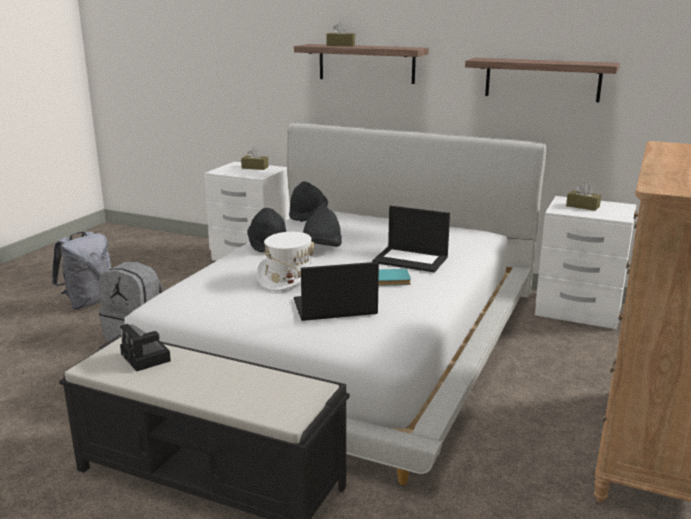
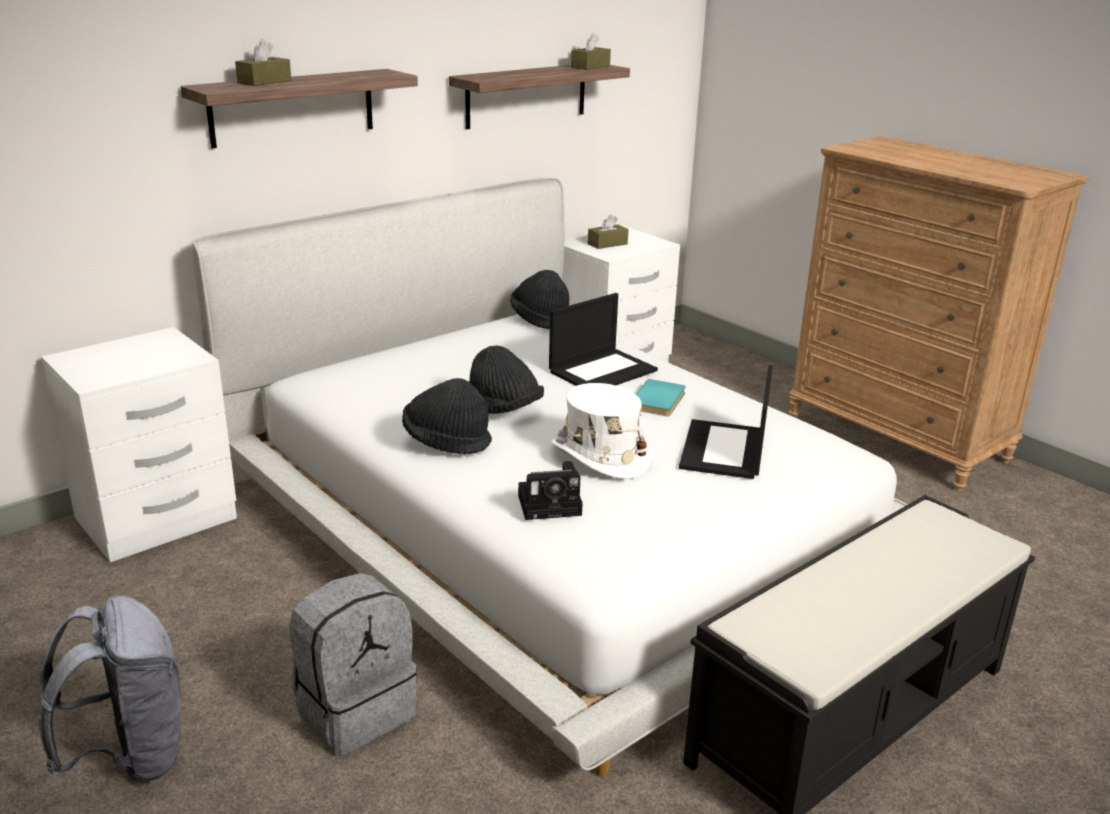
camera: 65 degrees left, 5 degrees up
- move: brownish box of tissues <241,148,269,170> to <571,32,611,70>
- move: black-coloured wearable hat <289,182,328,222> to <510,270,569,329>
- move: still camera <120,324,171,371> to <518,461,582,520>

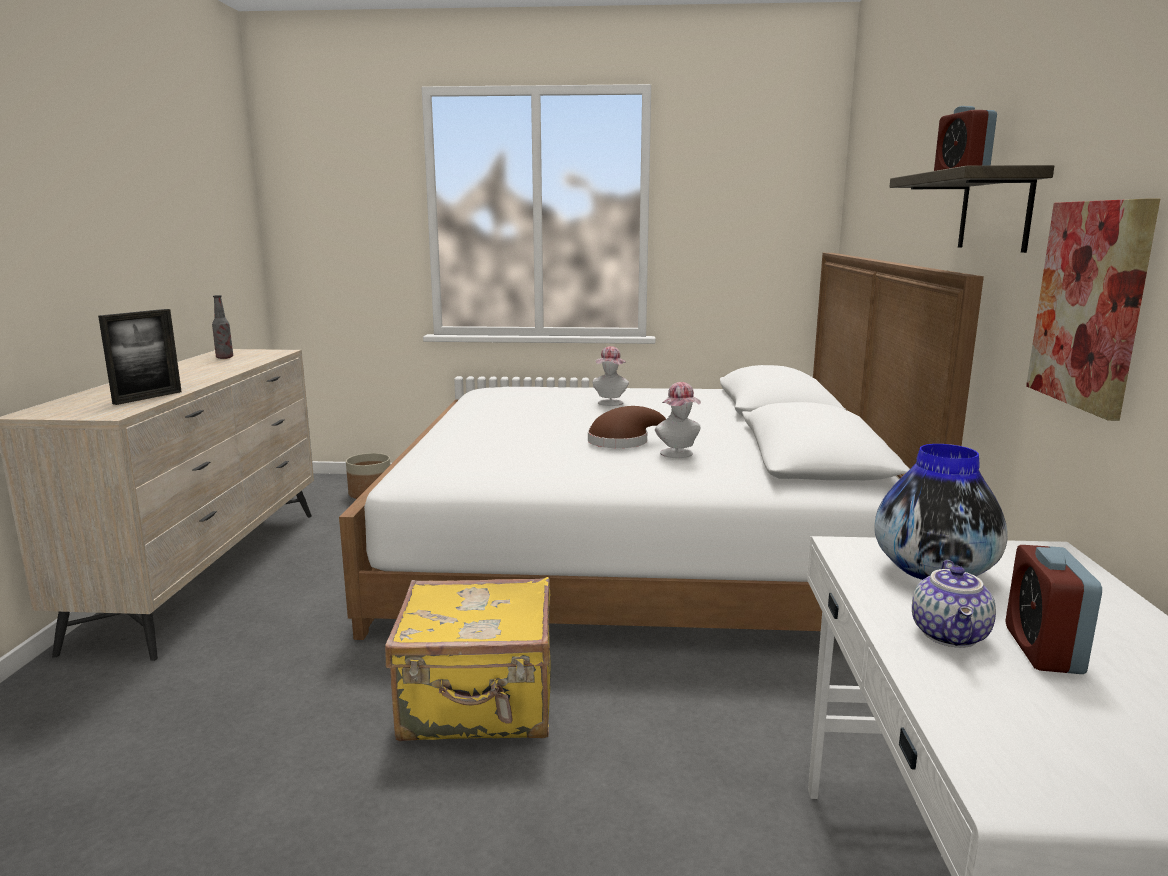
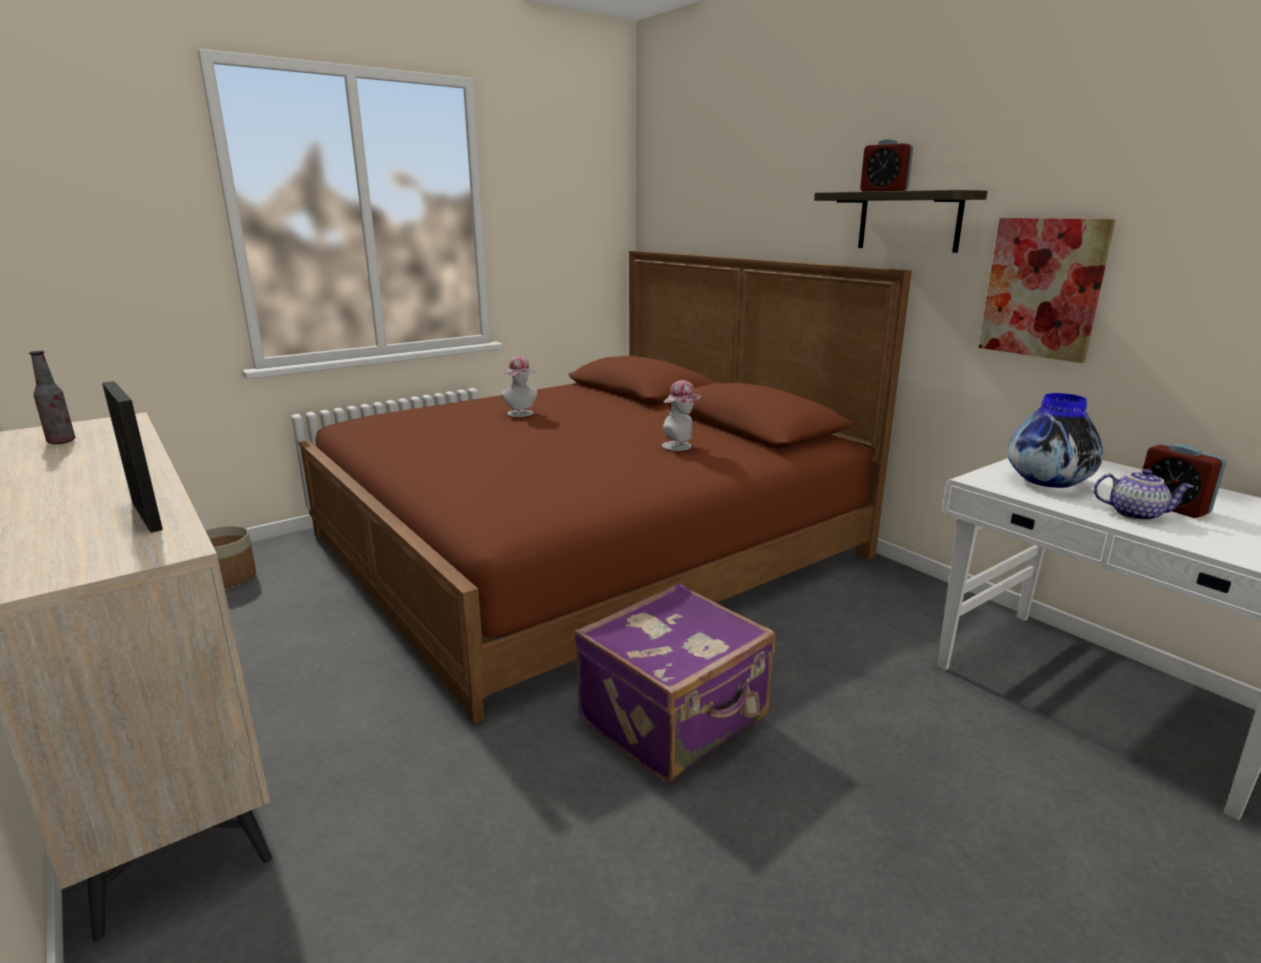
camera: 40 degrees left, 5 degrees up
- recolor: whitish sleeping bed <339,253,984,640> to brownish sleeping bed <298,251,912,724>
- rotate: picture frame <98,309,182,405> = <102,381,163,533> 150 degrees clockwise
- delete: brownish wearable hat <588,406,666,448>
- rotate: tea pot <912,560,996,648> = <1093,469,1194,521> 45 degrees counterclockwise
- recolor: yellow suitcase <385,577,551,742> to purplish suitcase <574,583,776,781>

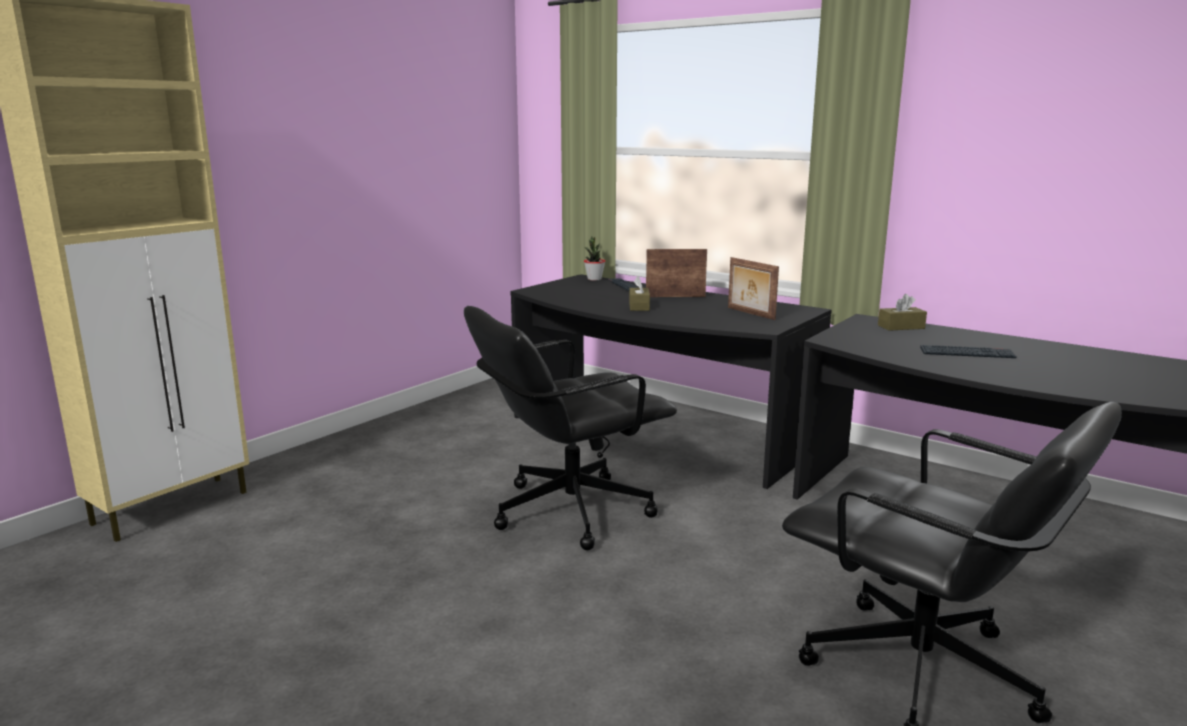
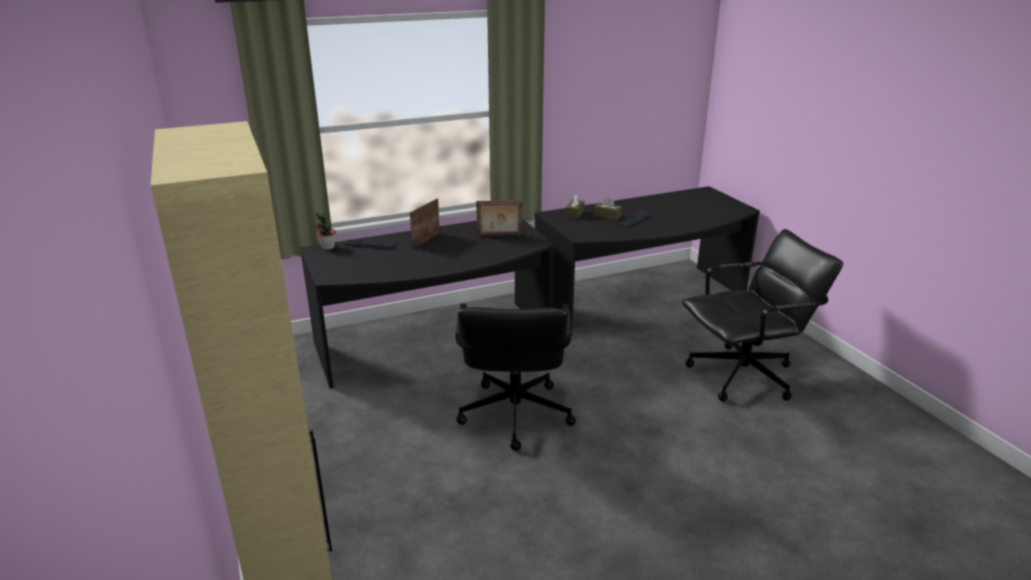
camera: 60 degrees left, 10 degrees up
- move: brownish box of tissues <629,276,650,311> to <594,197,622,220>

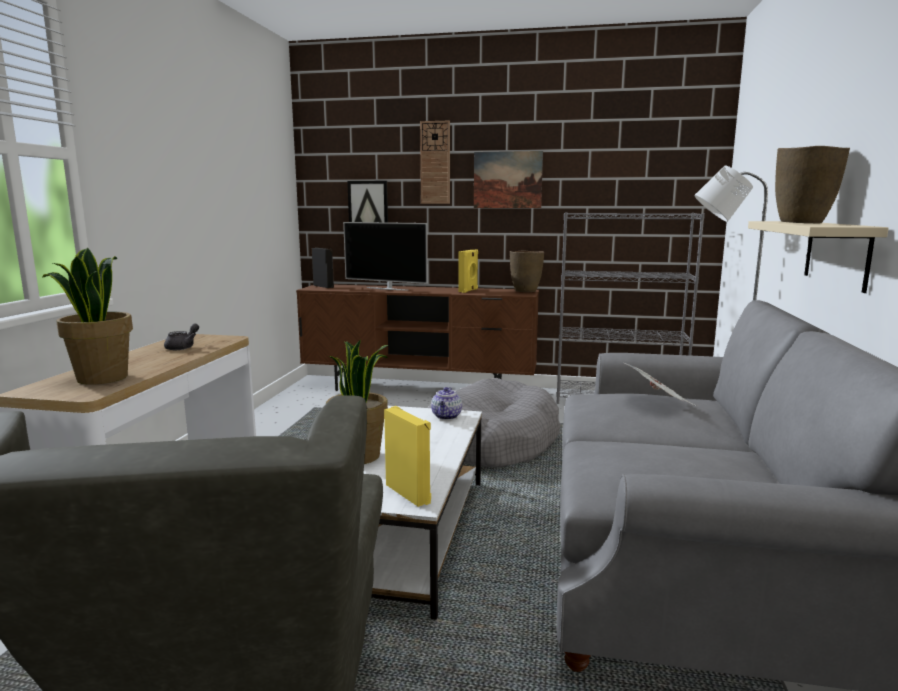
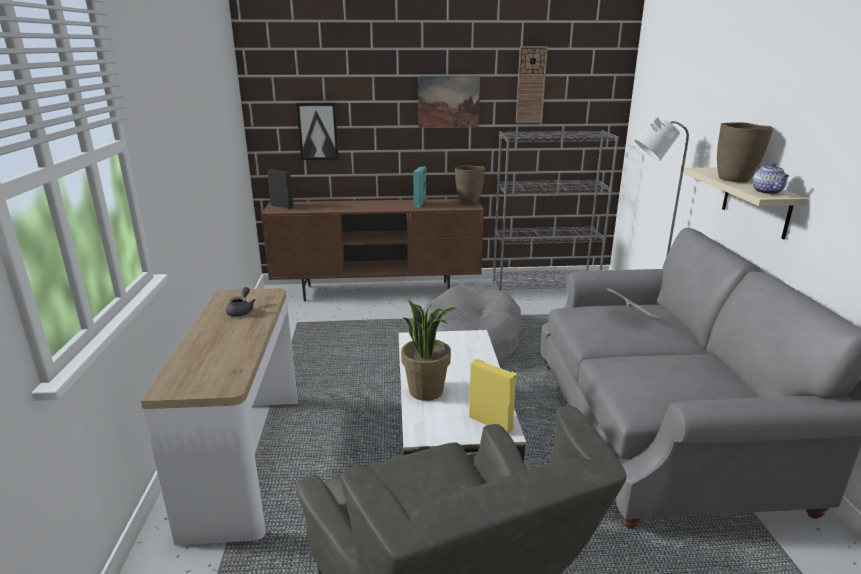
camera: 15 degrees left, 10 degrees up
- move: hanging clock <420,121,450,204> to <516,46,548,123>
- delete: television <343,222,428,291>
- delete: houseplant <42,247,133,385>
- recolor: yellow speaker <458,249,478,293> to turquoise speaker <413,166,427,208>
- move: tea pot <431,387,462,420> to <753,163,789,194>

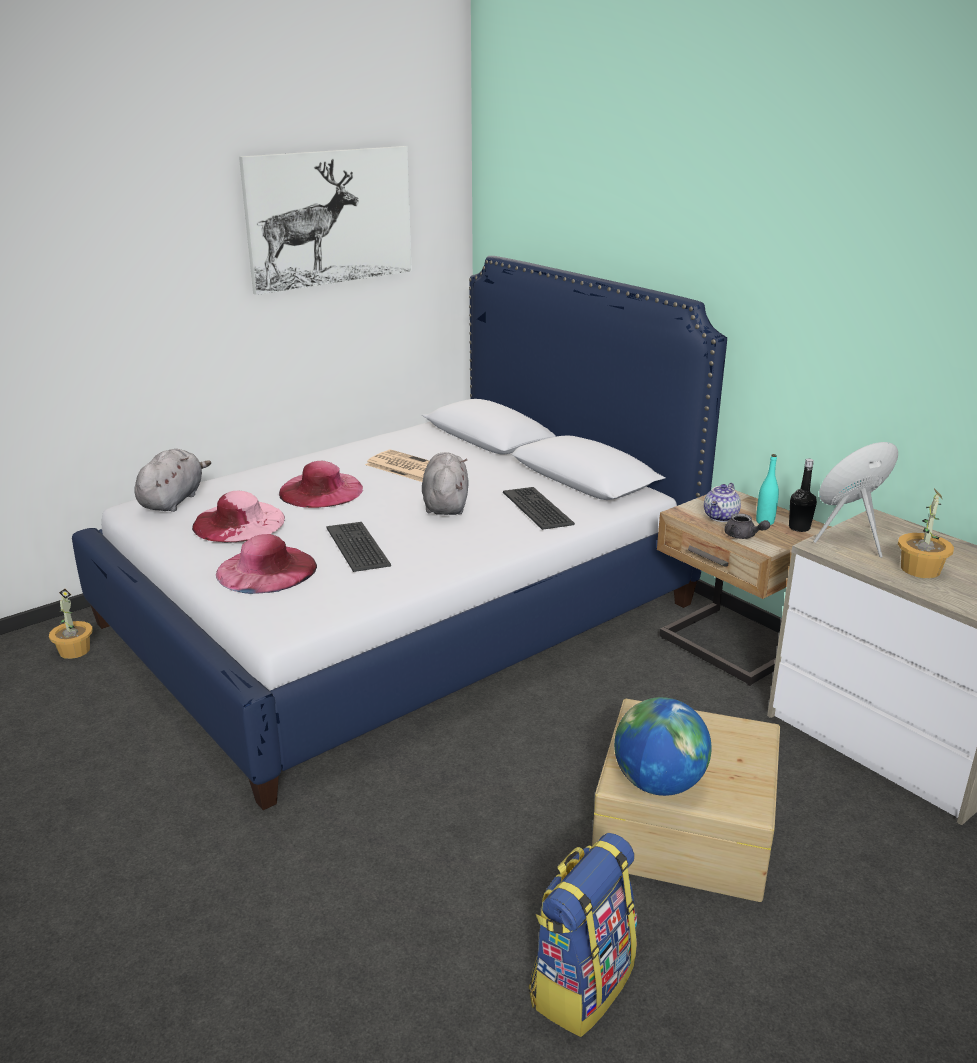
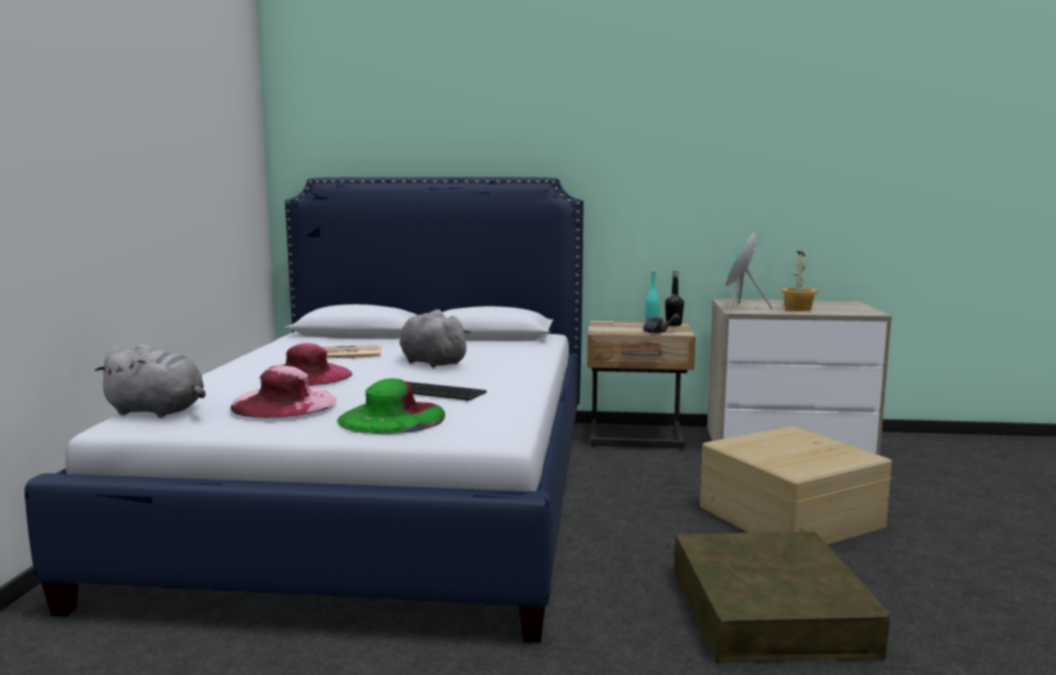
camera: 45 degrees left, 15 degrees down
- delete: picture <239,146,412,295>
- rotate: grey soft toy <134,449,211,512> = <94,344,206,418> 135 degrees clockwise
- delete: tea pot <704,483,741,522>
- delete: keyboard <503,487,575,530>
- recolor: pinkish wearable hat <216,534,317,594> to green wearable hat <337,378,445,434>
- delete: houseplant <49,589,93,659>
- delete: globe <614,697,712,796>
- delete: backpack <529,833,637,1037>
- insert: brownish storage container <674,532,890,663>

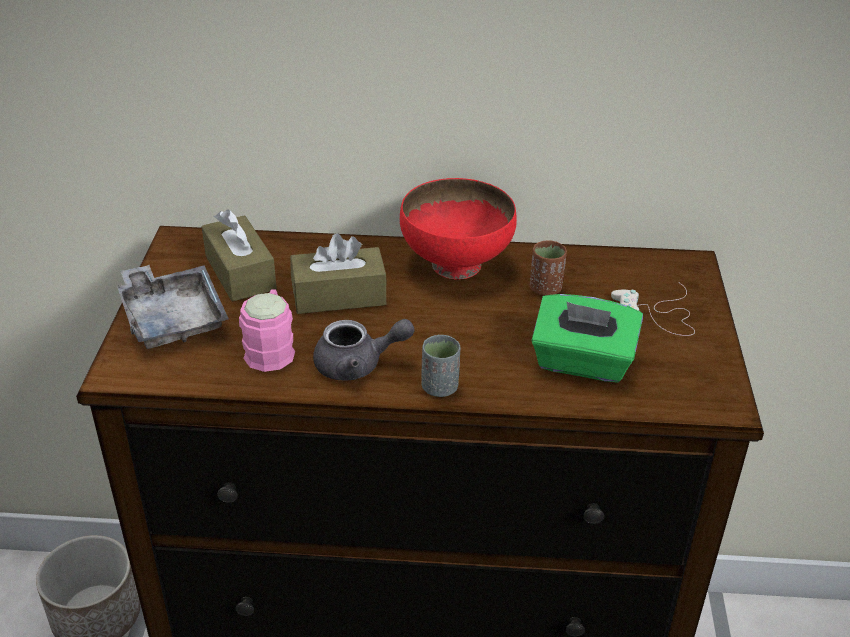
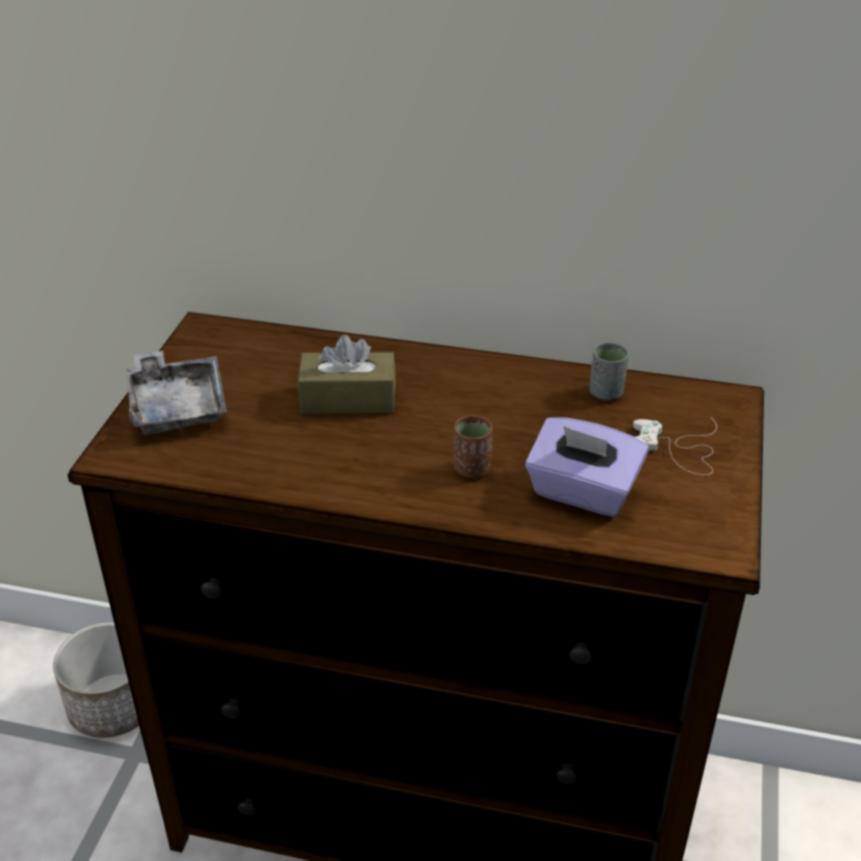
camera: 10 degrees right, 0 degrees up
- delete: reddish bowl <400,178,517,279>
- delete: brownish box of tissues <201,209,277,302>
- move: brownish cup <530,240,567,296> to <453,415,493,478>
- delete: pinkish tea mug <239,289,295,372>
- recolor: green box of tissues <531,294,643,383> to purplish box of tissues <525,417,649,517>
- delete: grey tea pot <313,319,415,381>
- move: grey cup <421,335,461,397> to <589,342,629,401>

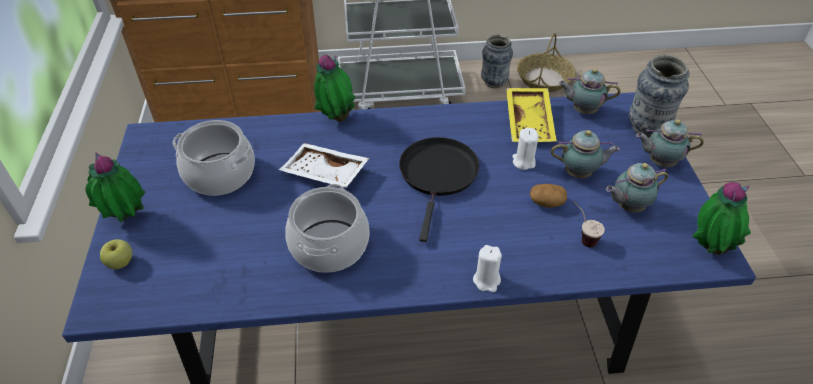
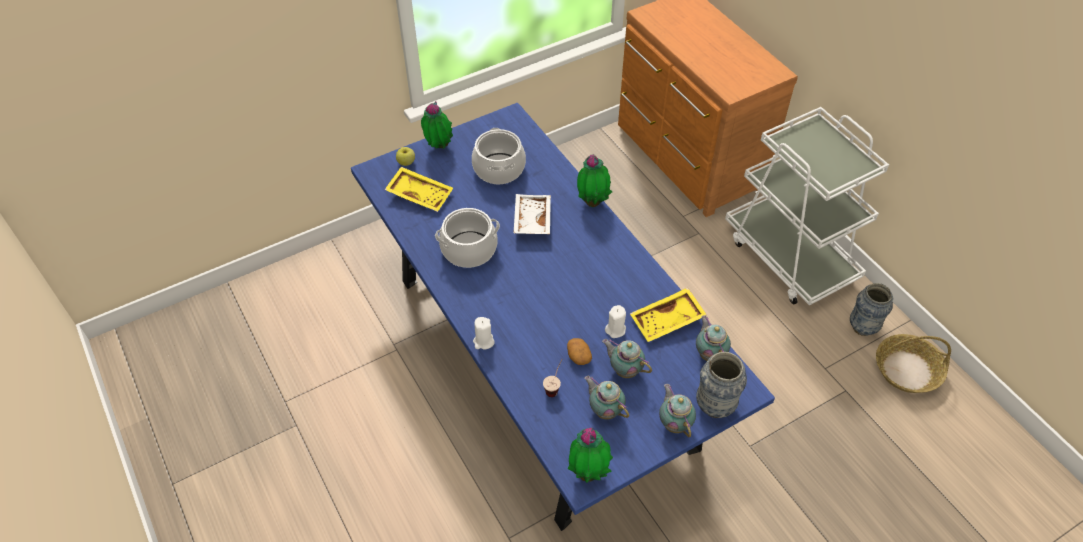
camera: 65 degrees right, 5 degrees up
- rotate: tea pot <551,130,620,178> = <602,339,652,378> 150 degrees clockwise
- delete: black-coloured skillet <399,137,479,242>
- insert: yellow serving tray <385,167,453,212>

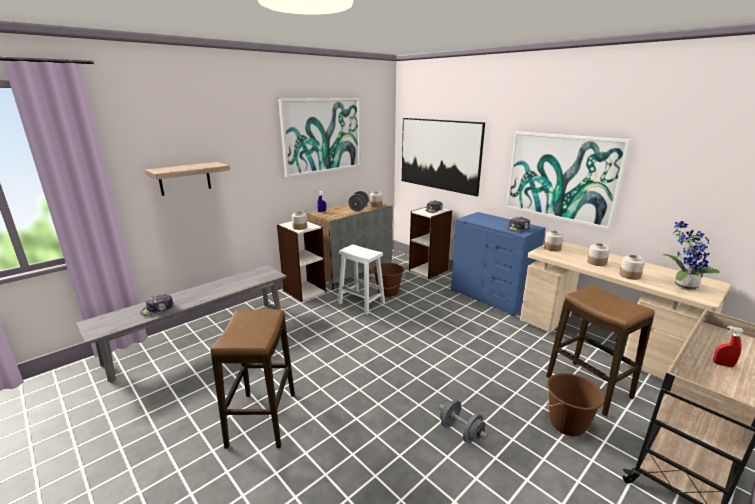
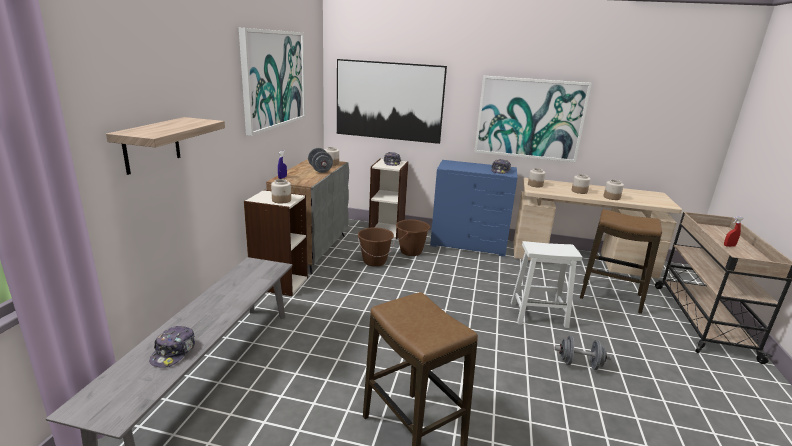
camera: 35 degrees left, 0 degrees up
- delete: houseplant <662,221,720,290>
- move: whitish stool seat <338,244,385,315> to <511,241,582,328>
- move: brownish water bucket <546,373,605,436> to <396,220,430,256>

